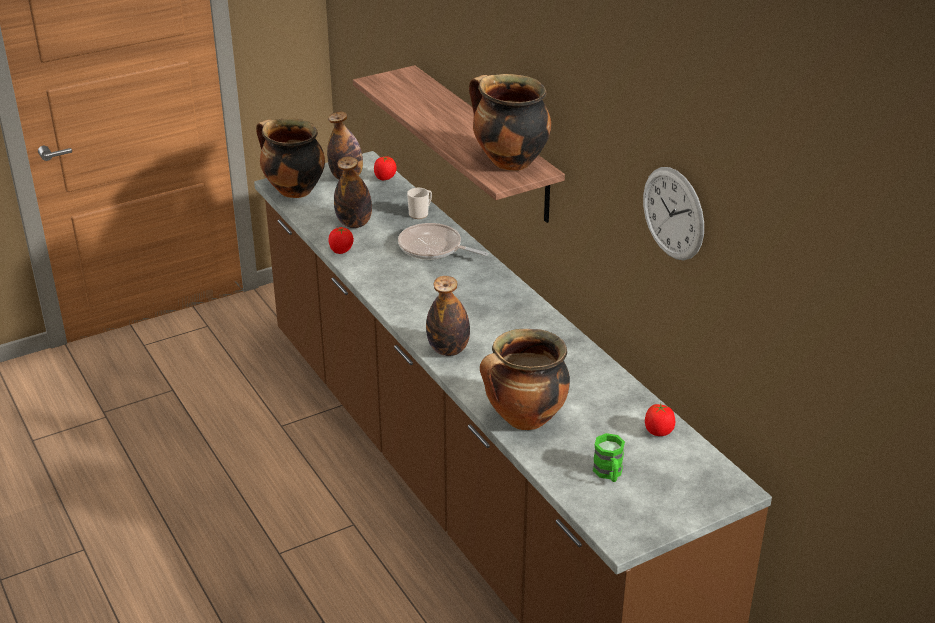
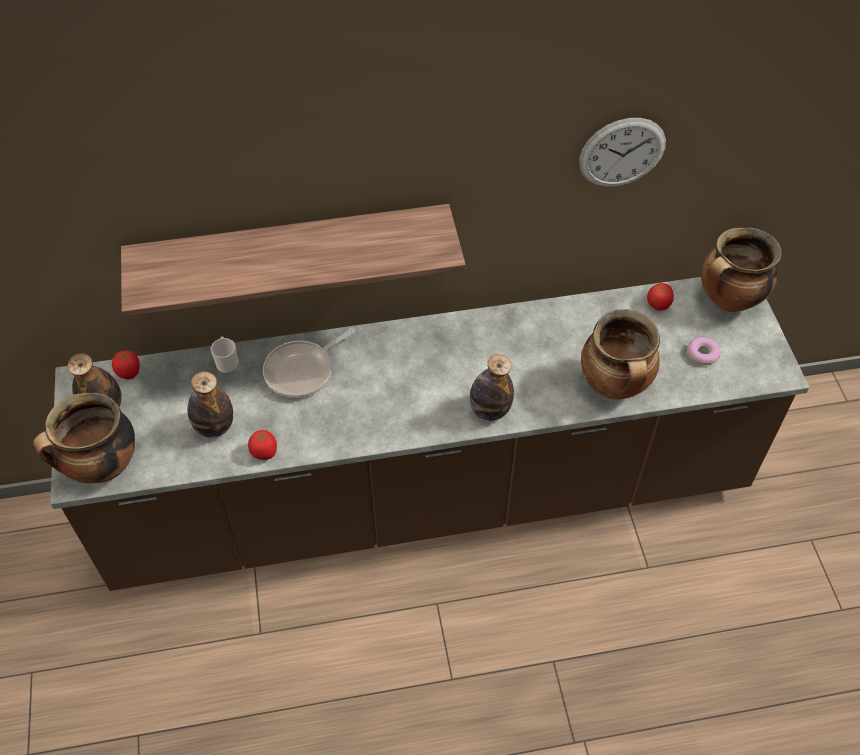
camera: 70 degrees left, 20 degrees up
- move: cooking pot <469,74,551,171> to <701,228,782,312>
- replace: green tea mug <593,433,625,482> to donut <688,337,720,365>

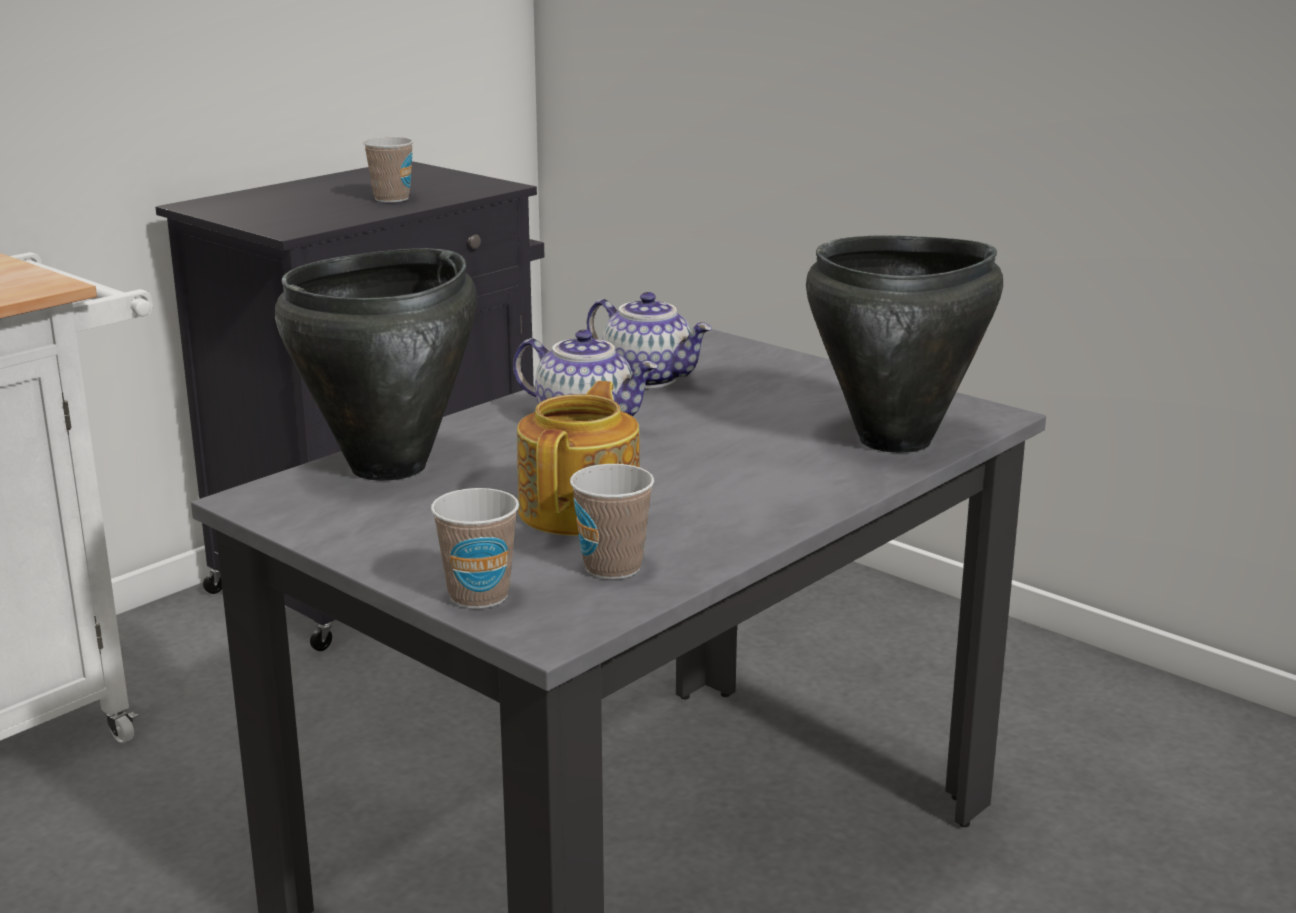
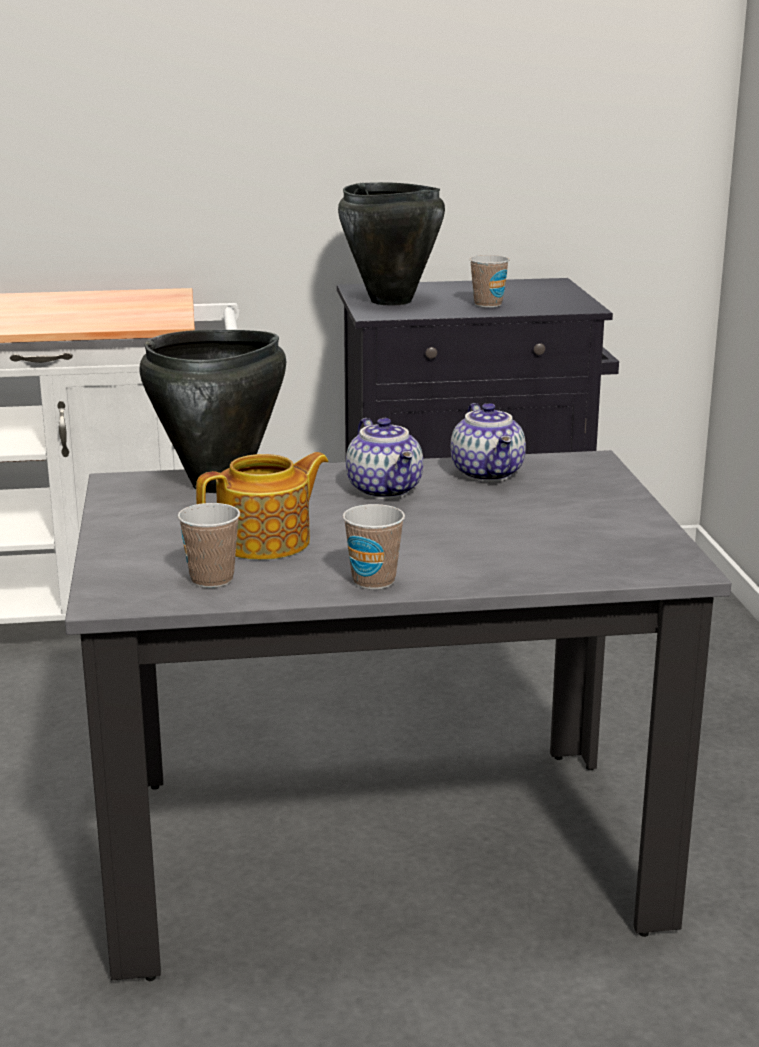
camera: 40 degrees right, 0 degrees up
- move: black-coloured cooking pot <806,235,1003,453> to <338,182,445,306>
- move: cup <431,488,519,609> to <343,504,405,590>

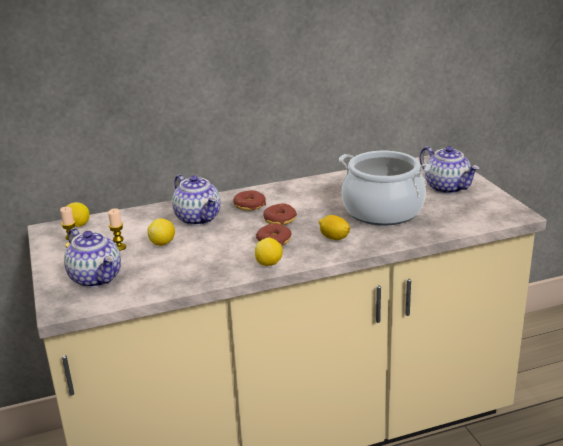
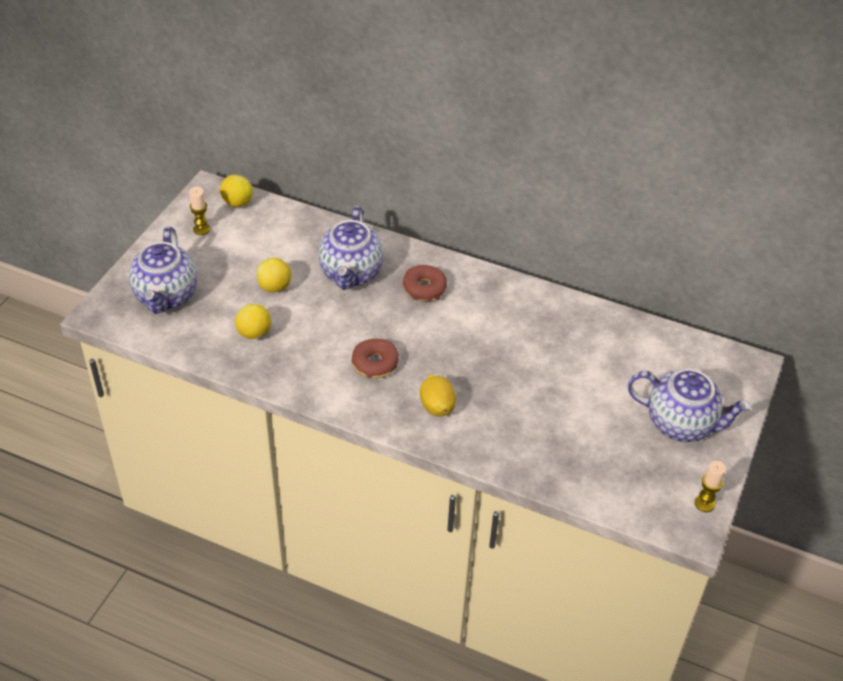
camera: 40 degrees right, 20 degrees up
- rotate: tea pot <419,146,479,194> = <628,369,752,442> 75 degrees counterclockwise
- delete: cooking pot <339,151,431,226>
- delete: donut <263,204,297,225>
- move: candle <108,208,126,251> to <695,461,726,512>
- move: whole lemon <255,238,283,266> to <235,304,271,340>

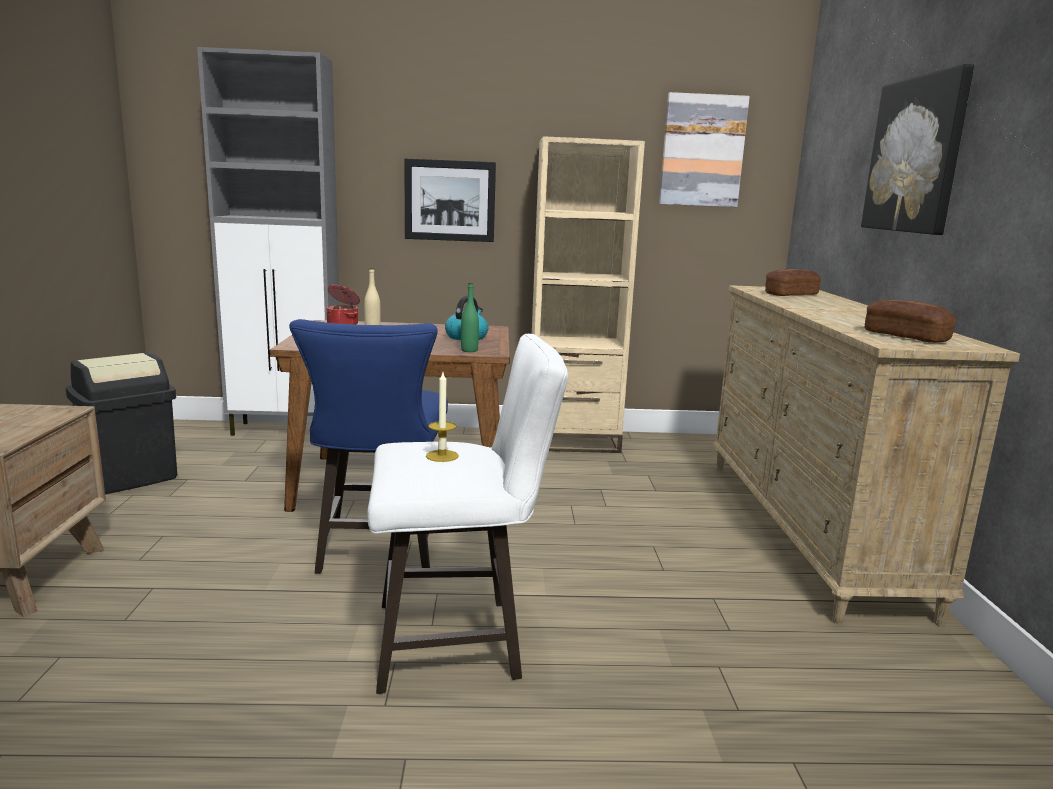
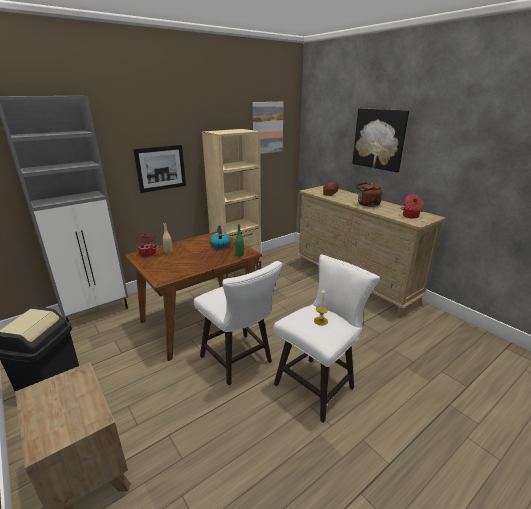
camera: 35 degrees left, 10 degrees up
- replace: bakery bread <865,299,956,343> to cooking pot <400,194,424,219>
- recolor: bluish stool seat <289,319,448,574> to whitish stool seat <194,261,282,385>
- insert: brownish kettle <356,182,382,207>

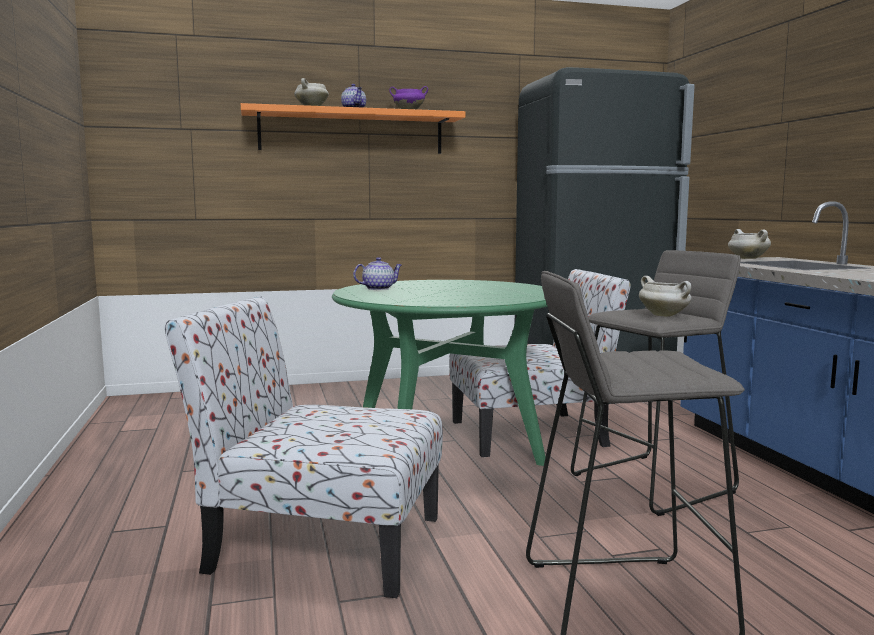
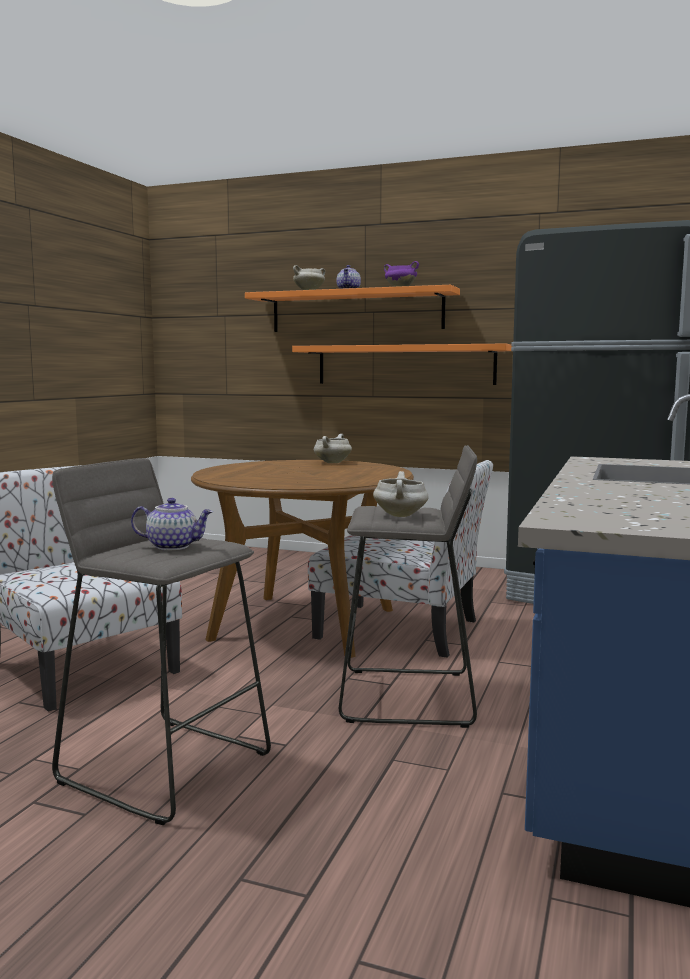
camera: 35 degrees right, 0 degrees up
- move: whitish cooking pot <728,229,771,259> to <314,434,352,463>
- move: tea pot <353,257,402,290> to <131,498,213,550>
- recolor: green dining table <332,280,548,466> to brownish dining table <191,460,414,658>
- insert: orange bracket shelf <292,344,512,385>

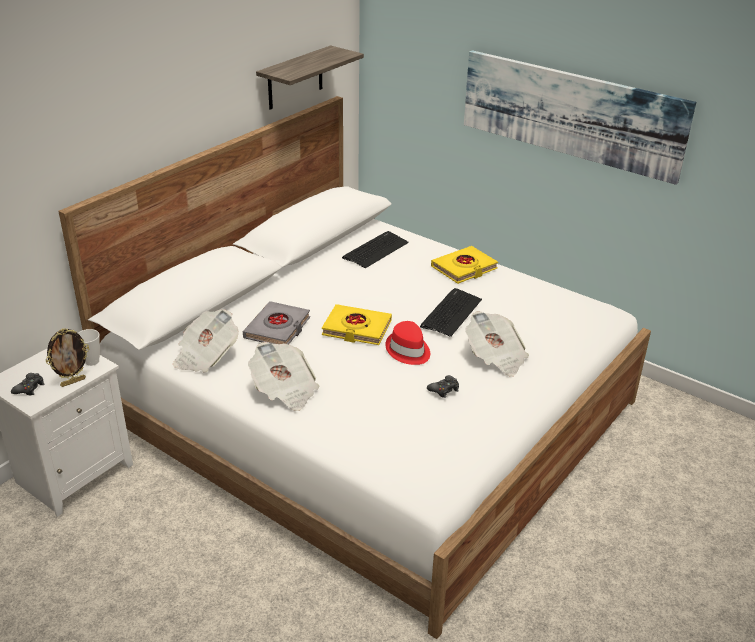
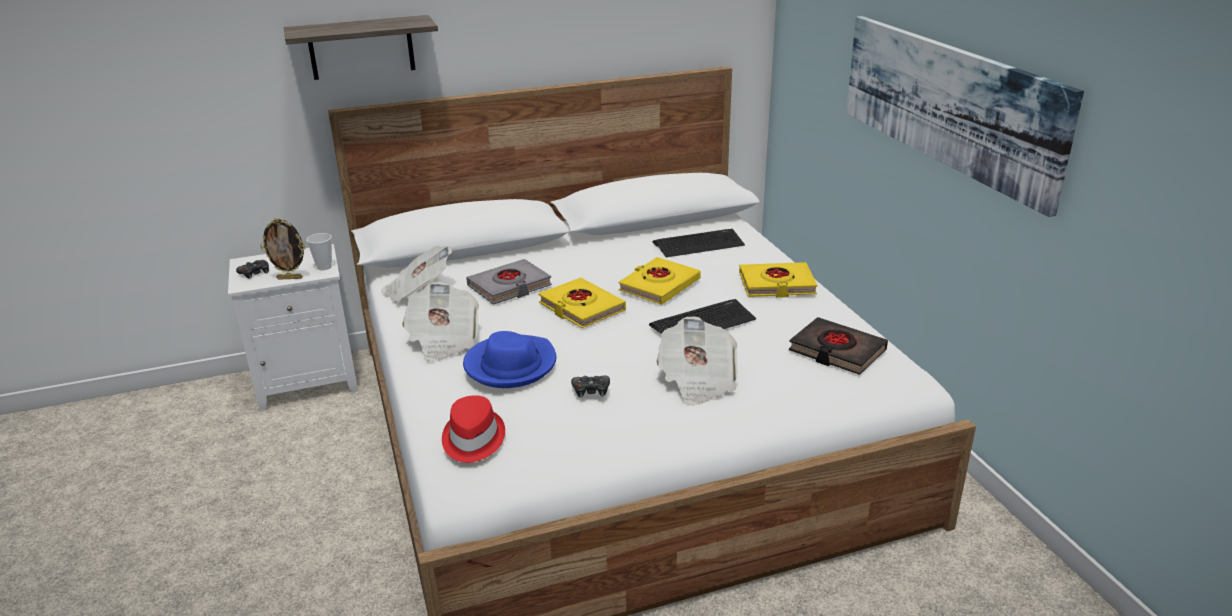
camera: 35 degrees right, 5 degrees down
- move: bracket shelf <256,46,364,110> to <284,15,438,80>
- move: reddish wearable hat <385,321,430,365> to <442,395,505,463>
- insert: yellow bound book <618,257,701,305>
- insert: black-coloured bound book <789,317,888,375>
- insert: bluish wearable hat <463,331,556,388>

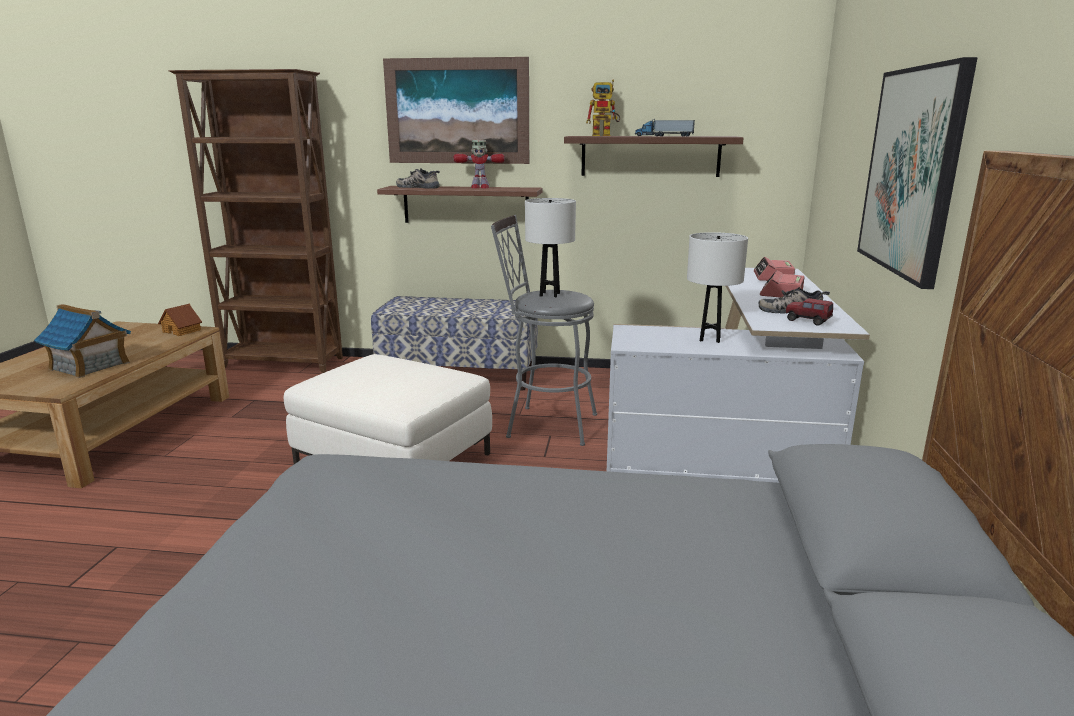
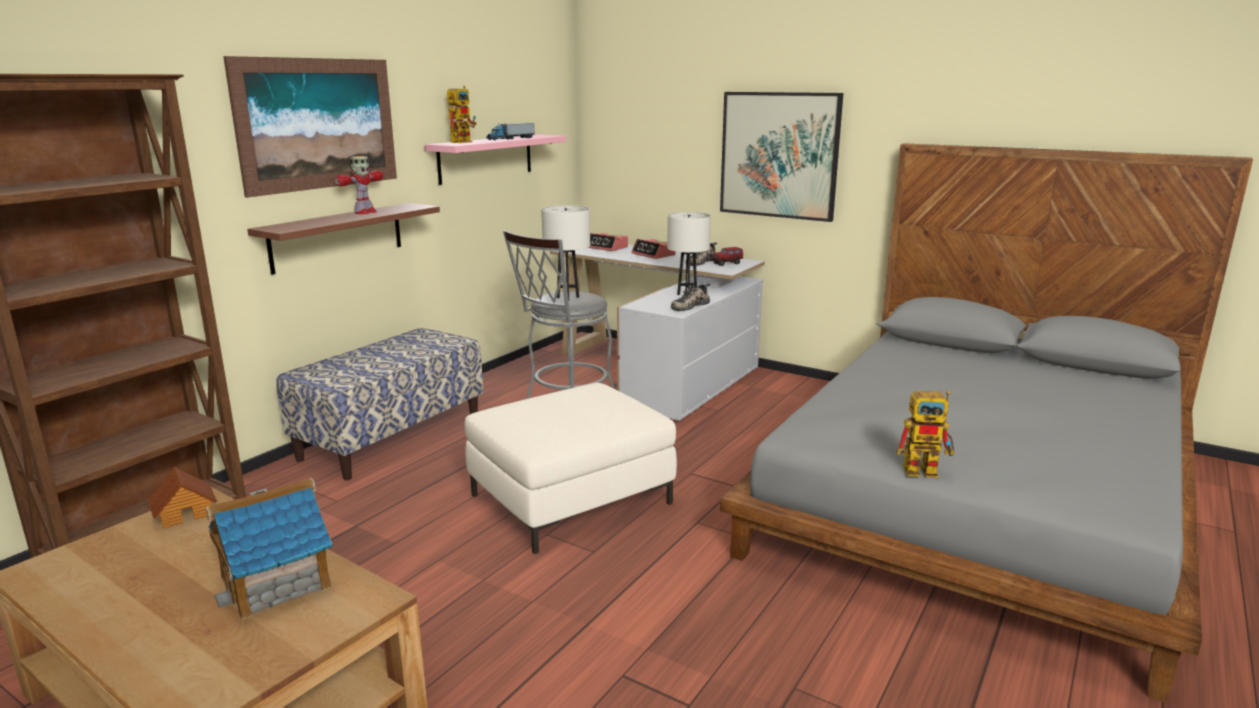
camera: 65 degrees left, 0 degrees up
- recolor: brownish bracket shelf <564,136,744,177> to pinkish bracket shelf <425,135,566,185>
- move: low shoe <396,168,440,189> to <671,284,710,311>
- insert: robot figure <896,391,954,478>

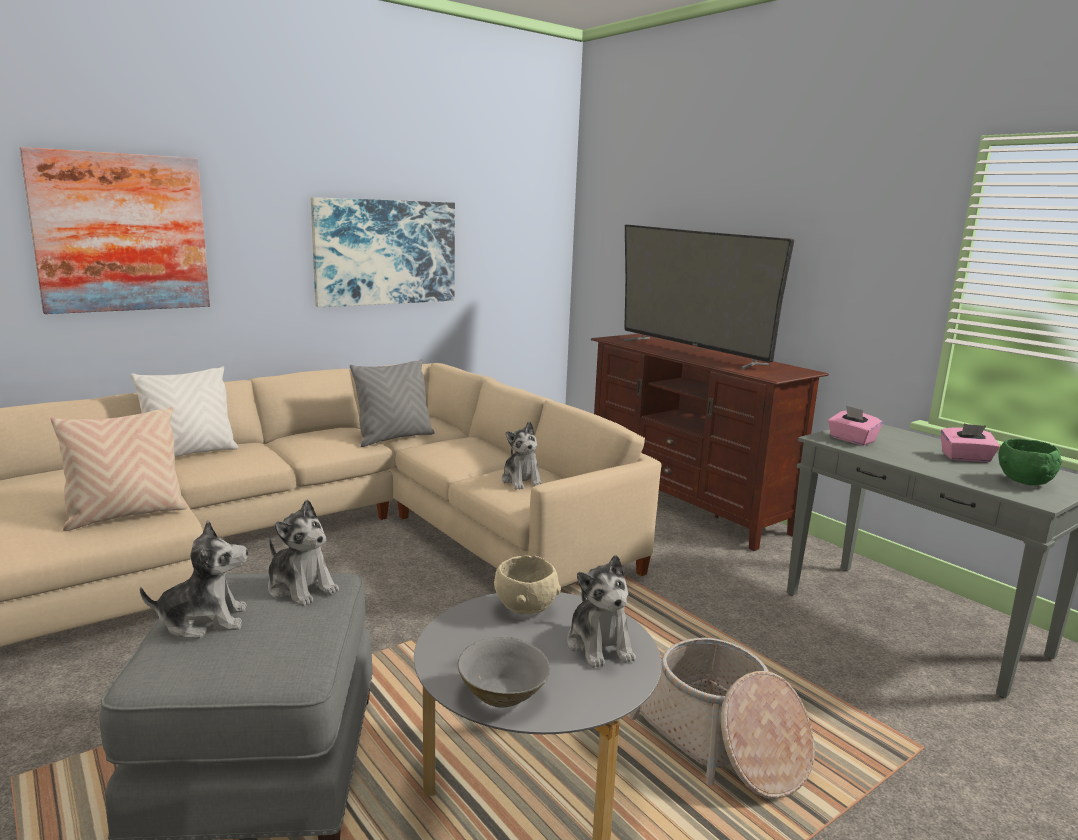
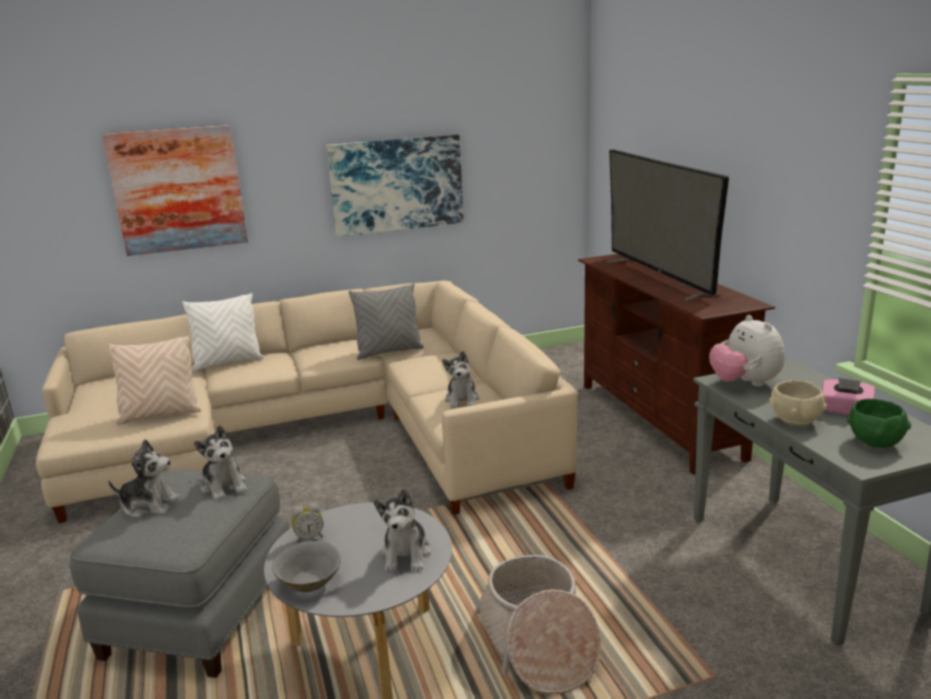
camera: 20 degrees right, 5 degrees up
- replace: pinkish box of tissues <828,405,883,446> to soft toy <709,315,785,387>
- move: beige bowl <494,555,561,615> to <769,380,827,425>
- insert: alarm clock <292,503,323,543>

